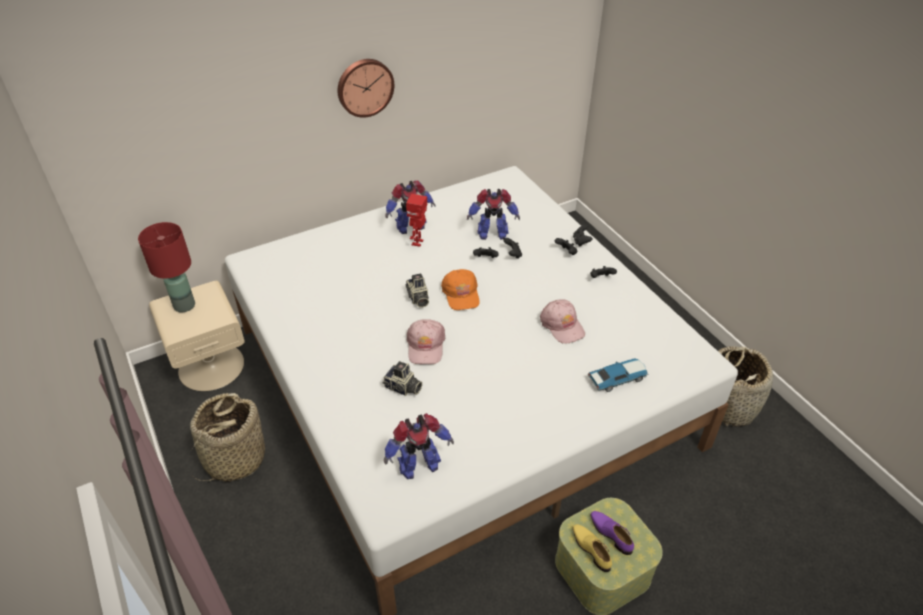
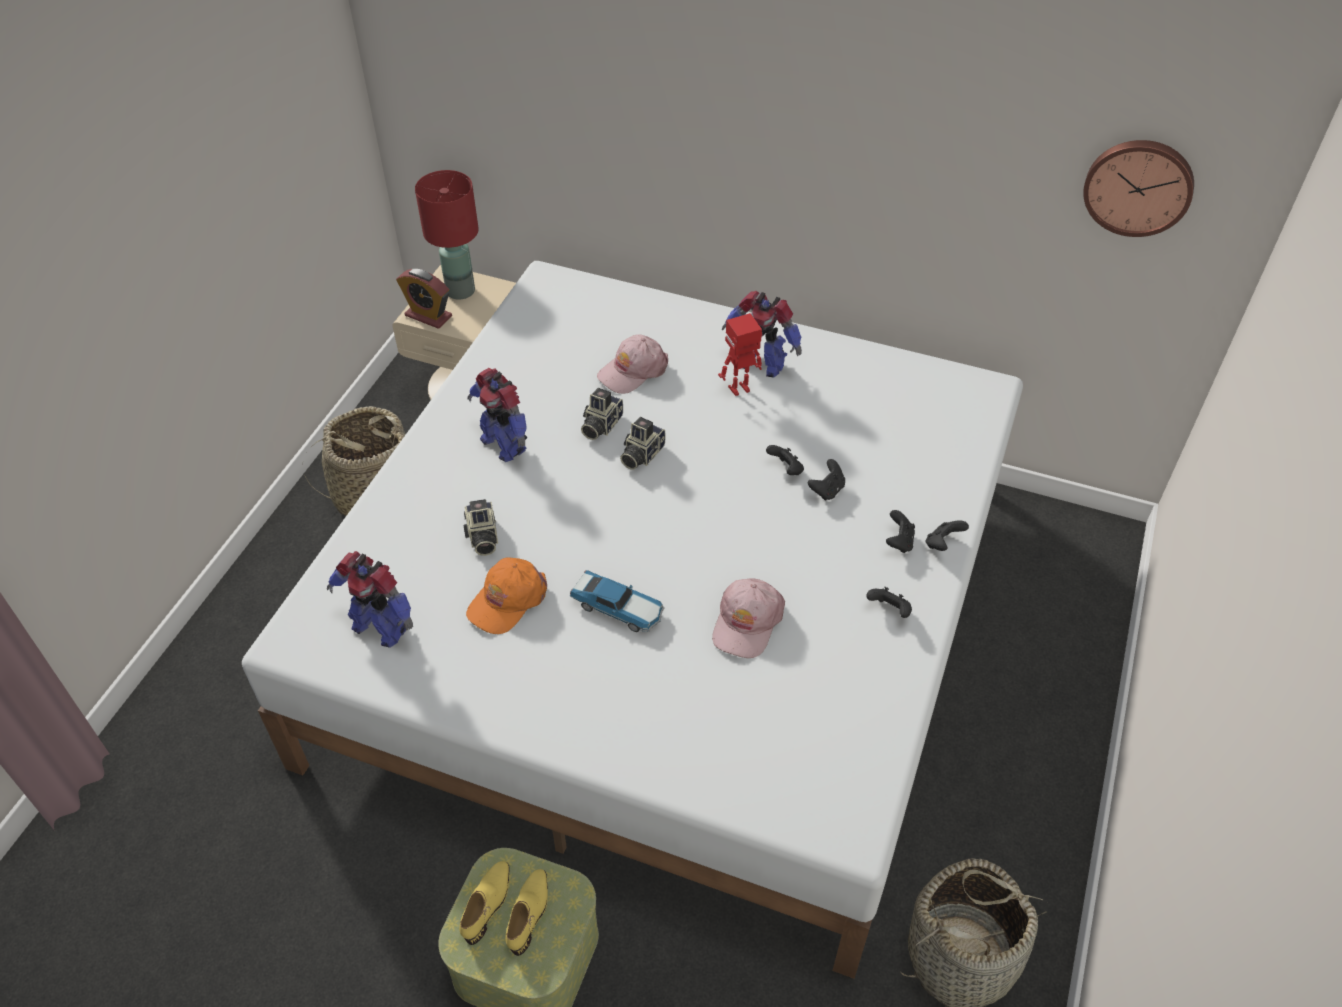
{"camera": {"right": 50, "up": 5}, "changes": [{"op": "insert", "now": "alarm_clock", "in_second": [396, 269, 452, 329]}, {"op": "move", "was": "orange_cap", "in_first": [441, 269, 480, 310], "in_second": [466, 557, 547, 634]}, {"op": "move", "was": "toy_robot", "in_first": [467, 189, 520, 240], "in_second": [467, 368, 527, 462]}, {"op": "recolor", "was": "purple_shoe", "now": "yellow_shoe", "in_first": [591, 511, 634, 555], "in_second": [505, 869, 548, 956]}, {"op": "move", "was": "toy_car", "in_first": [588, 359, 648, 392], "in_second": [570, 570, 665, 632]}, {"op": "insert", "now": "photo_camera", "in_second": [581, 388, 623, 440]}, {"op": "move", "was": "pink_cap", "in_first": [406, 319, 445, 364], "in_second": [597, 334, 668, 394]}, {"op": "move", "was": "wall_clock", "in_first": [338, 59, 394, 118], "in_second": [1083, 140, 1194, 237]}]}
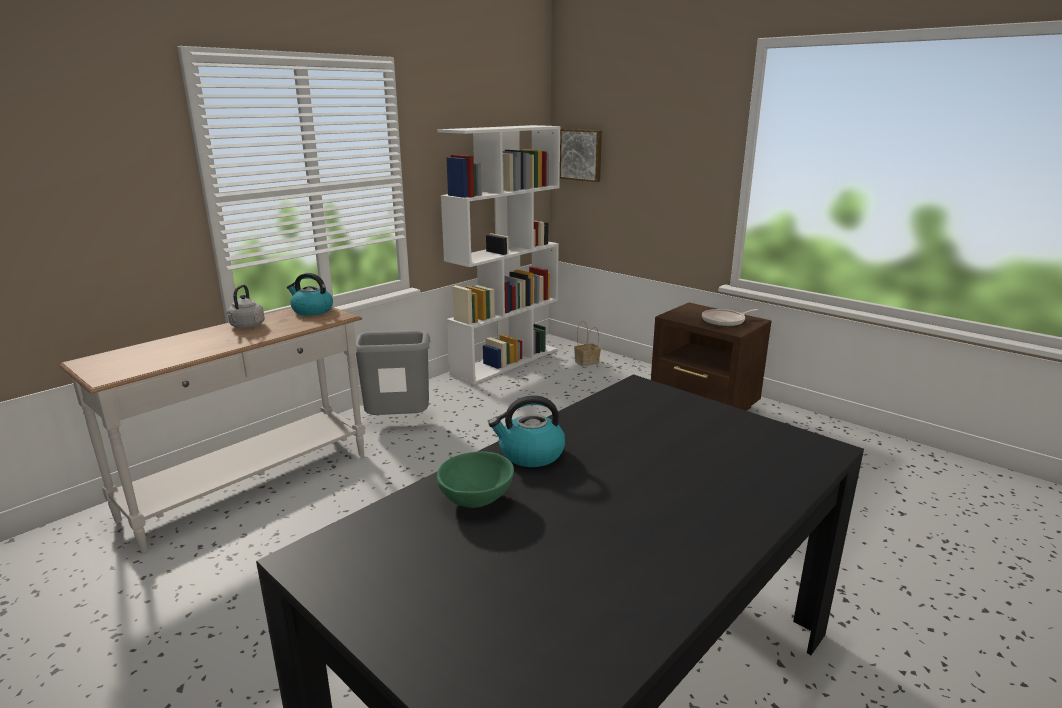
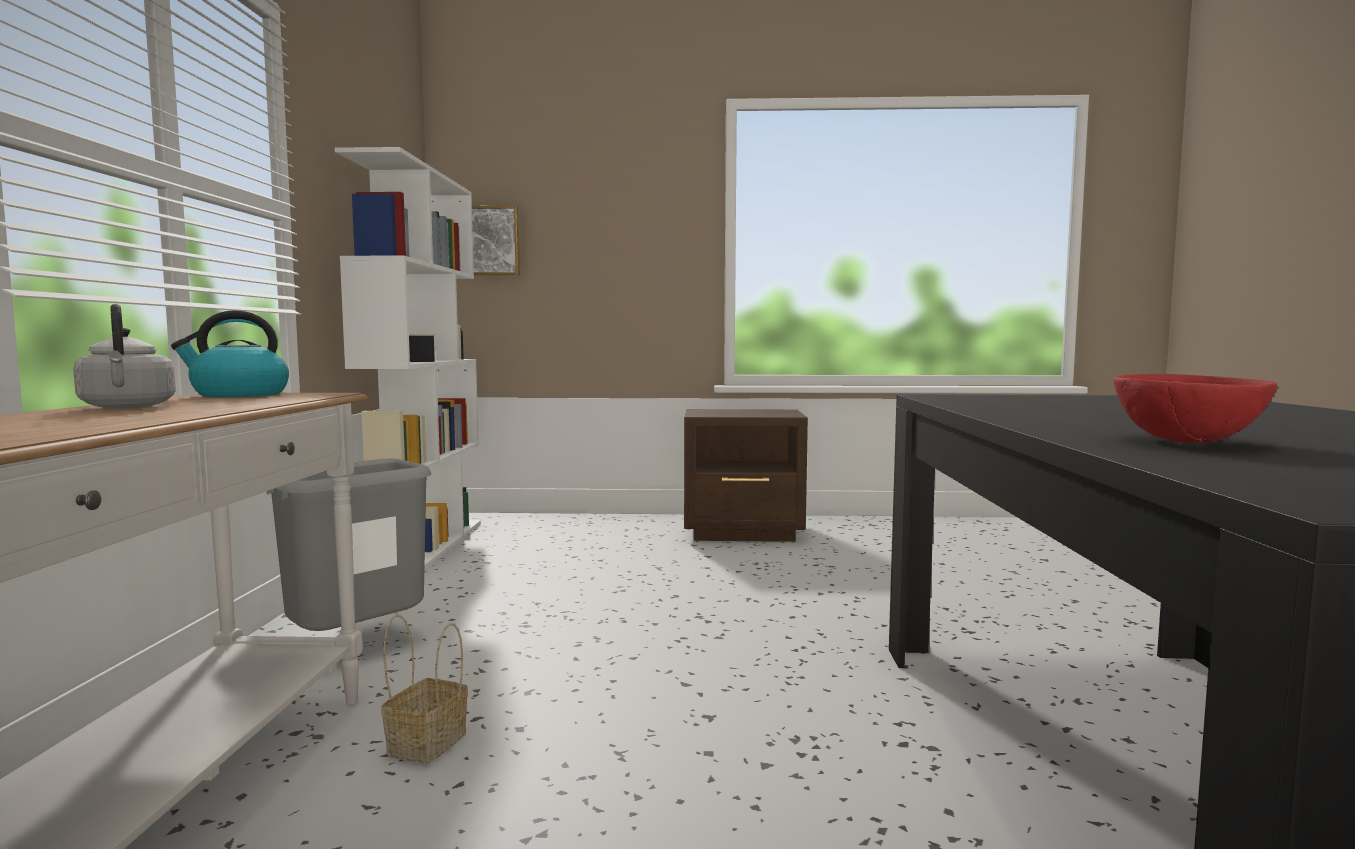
{"camera": {"right": -40, "up": -15}, "changes": [{"op": "move", "was": "basket", "in_first": [574, 321, 601, 367], "in_second": [382, 614, 468, 764]}, {"op": "recolor", "was": "green_bowl", "now": "red_bowl", "in_first": [437, 451, 514, 508], "in_second": [1113, 374, 1277, 443]}, {"op": "delete", "was": "kettle", "in_first": [488, 396, 565, 467]}, {"op": "delete", "was": "frying_pan", "in_first": [702, 309, 759, 327]}]}
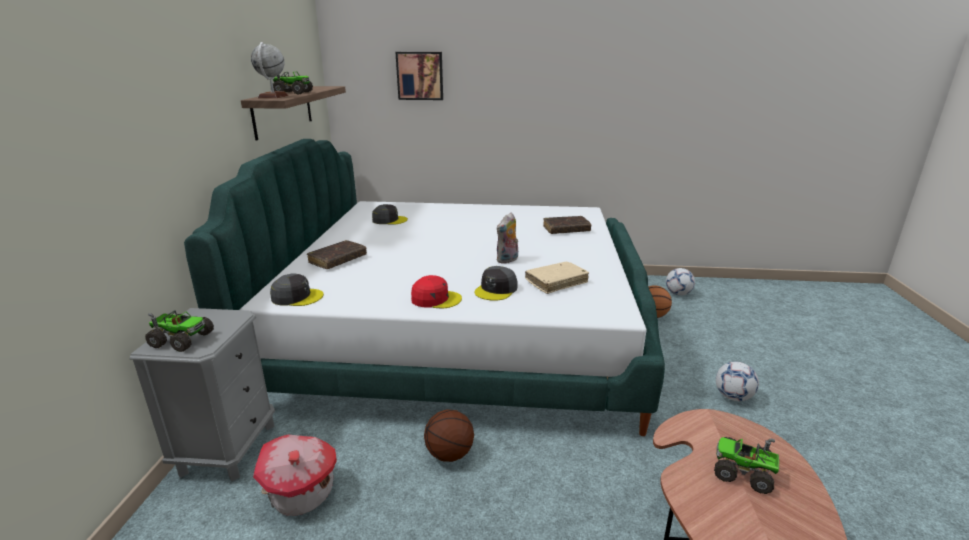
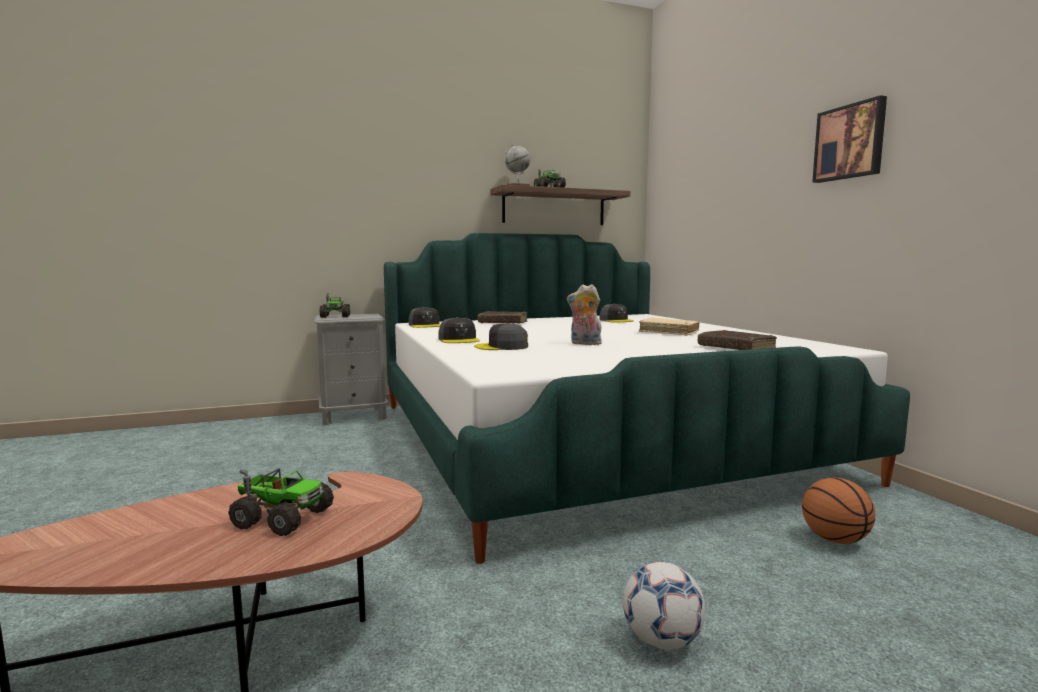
{"camera": {"right": 65, "up": -15}, "changes": [{"op": "rotate", "was": "toy_truck", "in_first": [714, 437, 779, 494], "in_second": [228, 468, 334, 536], "clockwise": 105}, {"op": "recolor", "was": "red_cap", "now": "grey_cap", "in_first": [411, 275, 462, 308], "in_second": [439, 317, 480, 343]}, {"op": "move", "was": "beige_book", "in_first": [525, 262, 589, 294], "in_second": [639, 317, 699, 336]}, {"op": "move", "was": "picture", "in_first": [395, 52, 443, 100], "in_second": [812, 95, 887, 183]}, {"op": "delete", "was": "toy_house", "in_first": [253, 434, 337, 516]}, {"op": "delete", "was": "basketball", "in_first": [424, 409, 474, 462]}, {"op": "delete", "was": "football", "in_first": [666, 268, 695, 296]}]}
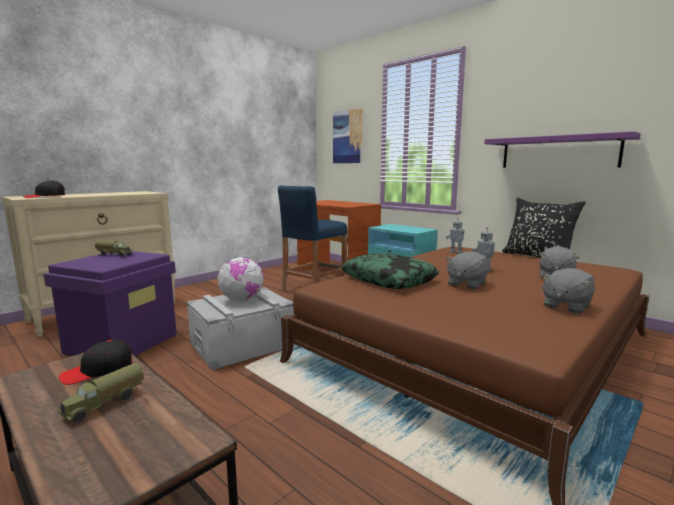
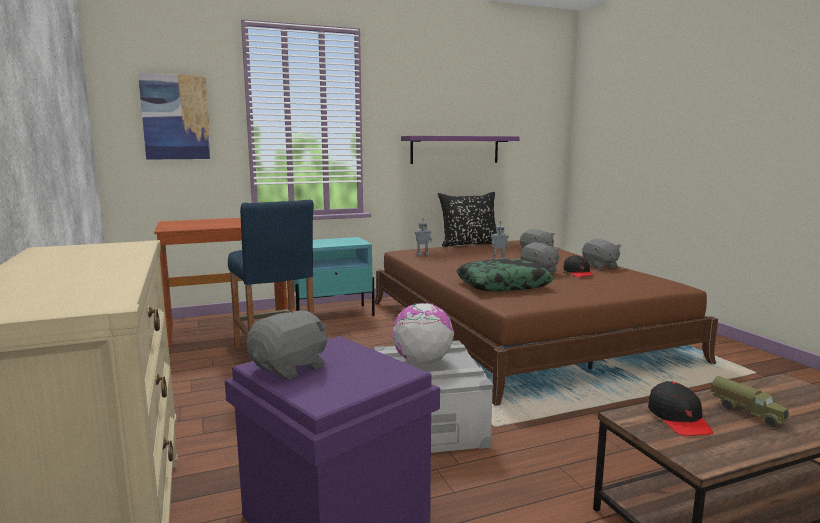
{"camera": {"right": -65, "up": 0}, "changes": [{"op": "replace", "was": "toy_truck", "now": "grey_plush_toy", "in_first": [95, 240, 133, 257], "in_second": [247, 311, 327, 380]}, {"op": "move", "was": "black_cap", "in_first": [23, 180, 65, 198], "in_second": [563, 255, 594, 277]}]}
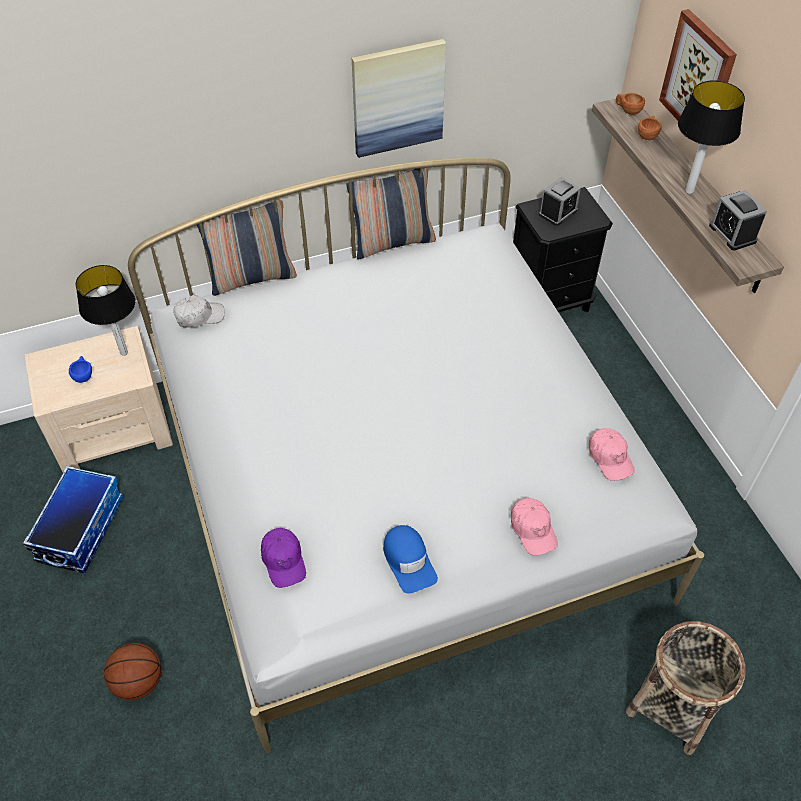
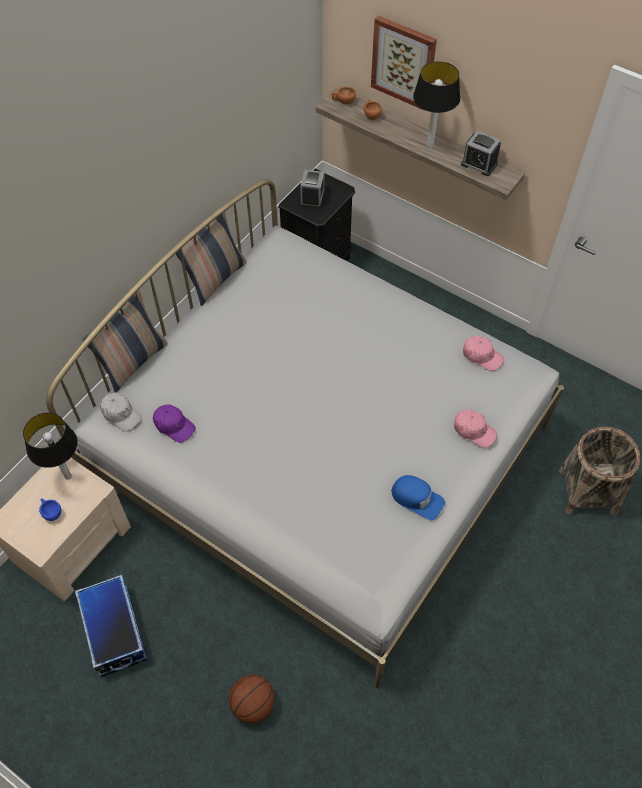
{"camera": {"right": -35, "up": 5}, "changes": [{"op": "rotate", "was": "white_cap", "in_first": [173, 295, 225, 328], "in_second": [100, 393, 142, 431], "clockwise": 90}, {"op": "move", "was": "purple_cap", "in_first": [261, 528, 306, 588], "in_second": [153, 405, 196, 443]}, {"op": "delete", "was": "picture", "in_first": [352, 39, 446, 158]}]}
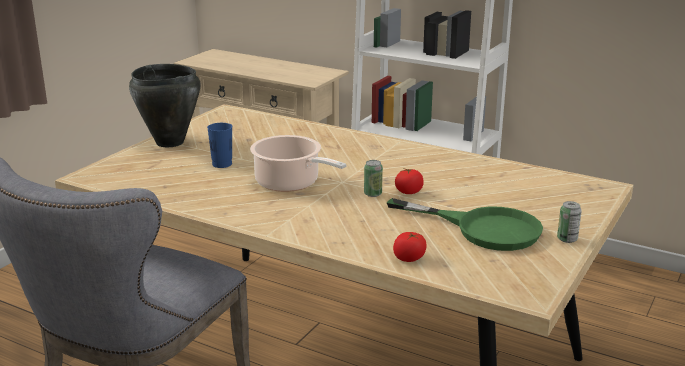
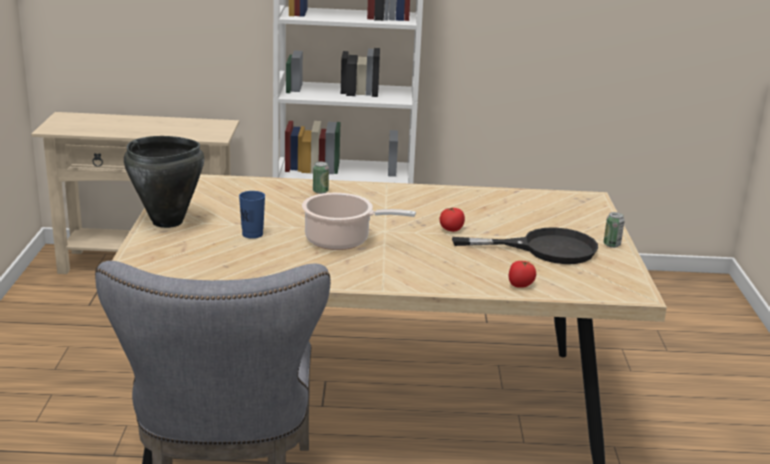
{"camera": {"right": -30, "up": 0}, "changes": [{"op": "move", "was": "can", "in_first": [364, 160, 383, 197], "in_second": [313, 161, 329, 194]}, {"op": "recolor", "was": "green_frying_pan", "now": "black_frying_pan", "in_first": [387, 198, 543, 251], "in_second": [452, 227, 598, 264]}]}
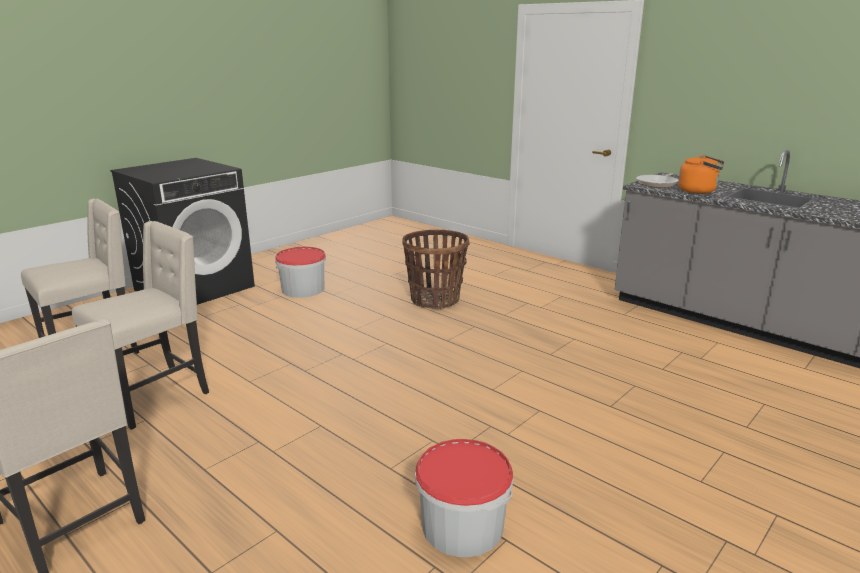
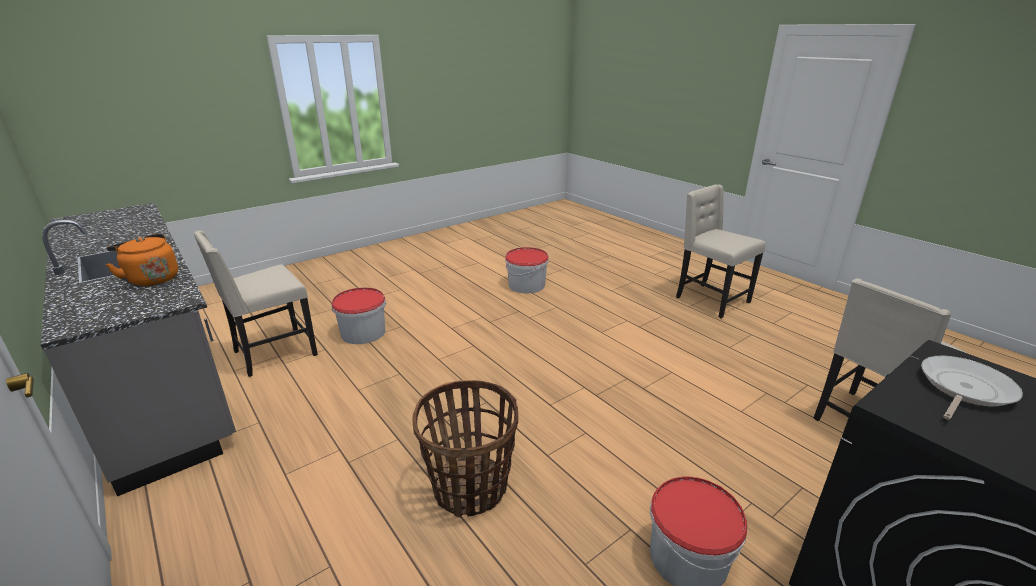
{"camera": {"right": -170, "up": 5}, "changes": [{"op": "move", "was": "beige_chair", "in_first": [72, 221, 209, 430], "in_second": [193, 230, 318, 377]}, {"op": "insert", "now": "bucket", "in_second": [331, 287, 386, 344]}, {"op": "move", "was": "frying_pan", "in_first": [636, 173, 678, 188], "in_second": [921, 356, 1023, 420]}]}
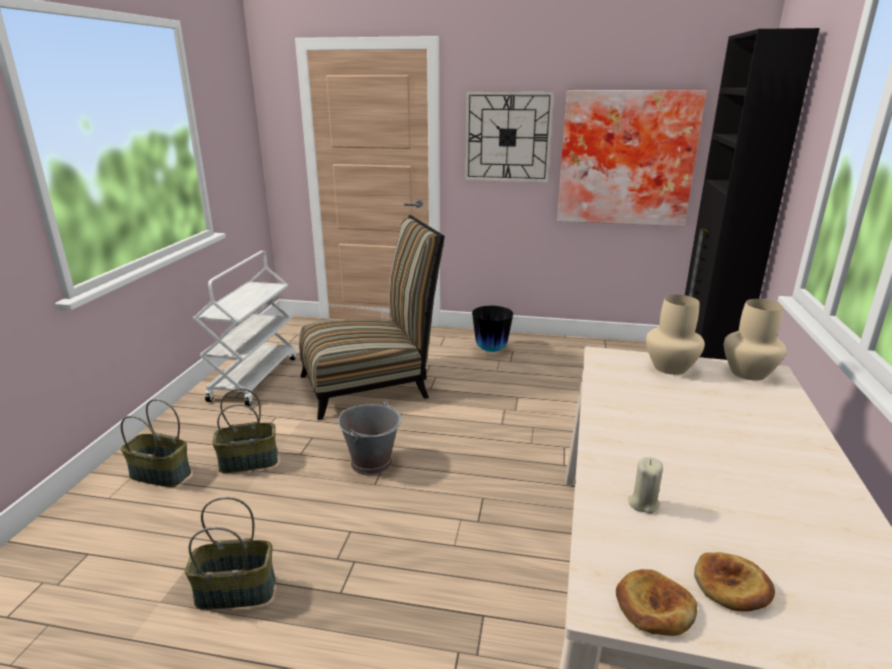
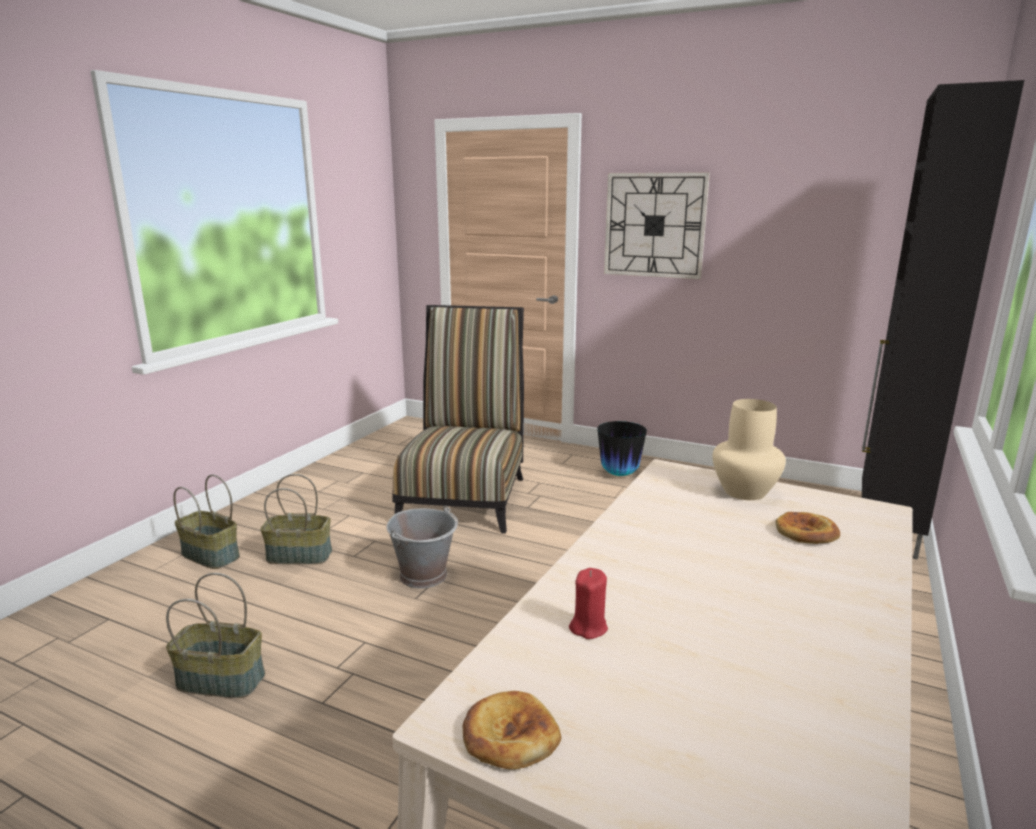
{"camera": {"right": 15, "up": -5}, "changes": [{"op": "rotate", "was": "chair", "in_first": [299, 215, 445, 420], "in_second": [392, 305, 524, 534], "clockwise": -75}, {"op": "recolor", "was": "beige_candle", "now": "red_candle", "in_first": [628, 457, 663, 513], "in_second": [569, 568, 608, 639]}, {"op": "move", "was": "bread", "in_first": [694, 552, 775, 612], "in_second": [775, 512, 840, 544]}, {"op": "delete", "was": "white_cart", "in_first": [193, 251, 296, 406]}, {"op": "delete", "was": "picture", "in_first": [557, 90, 706, 226]}, {"op": "delete", "was": "beige_vase", "in_first": [724, 299, 787, 381]}]}
